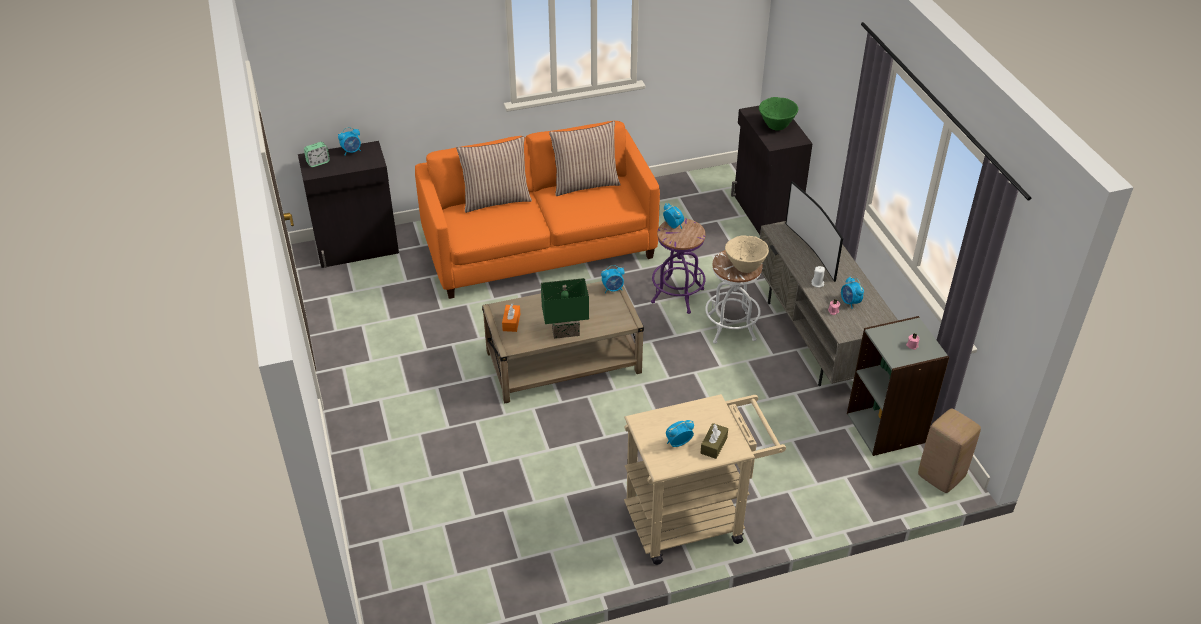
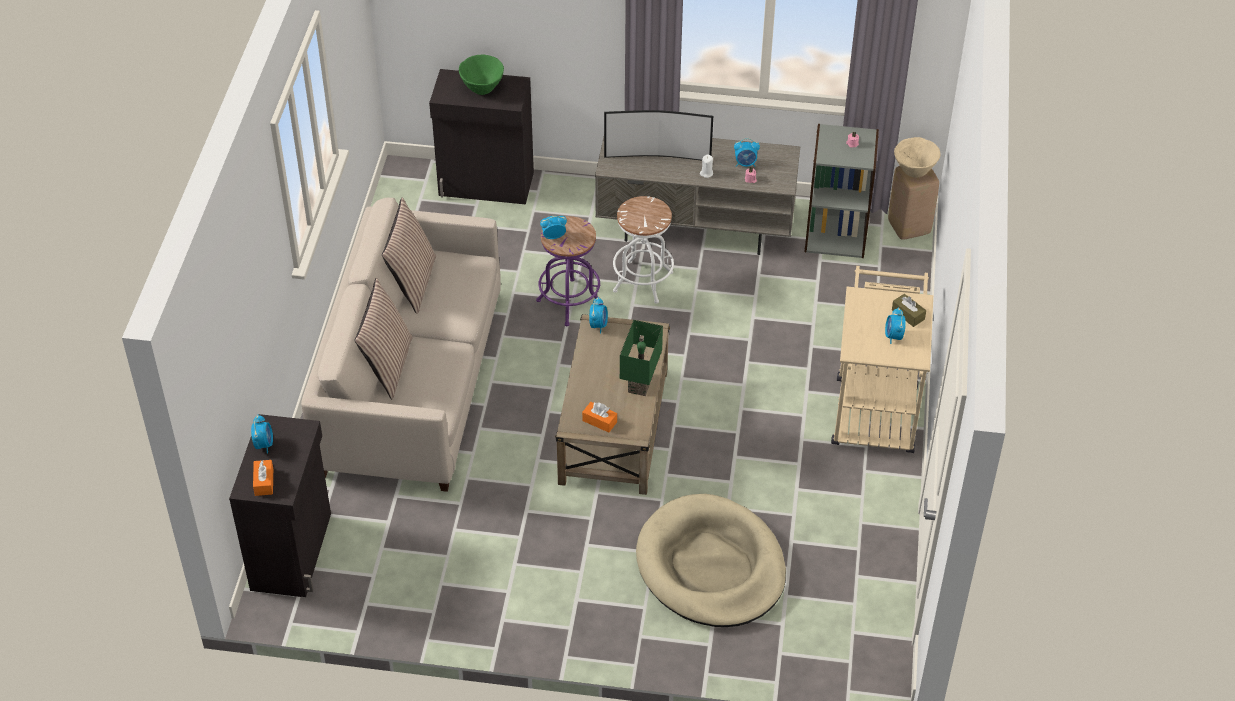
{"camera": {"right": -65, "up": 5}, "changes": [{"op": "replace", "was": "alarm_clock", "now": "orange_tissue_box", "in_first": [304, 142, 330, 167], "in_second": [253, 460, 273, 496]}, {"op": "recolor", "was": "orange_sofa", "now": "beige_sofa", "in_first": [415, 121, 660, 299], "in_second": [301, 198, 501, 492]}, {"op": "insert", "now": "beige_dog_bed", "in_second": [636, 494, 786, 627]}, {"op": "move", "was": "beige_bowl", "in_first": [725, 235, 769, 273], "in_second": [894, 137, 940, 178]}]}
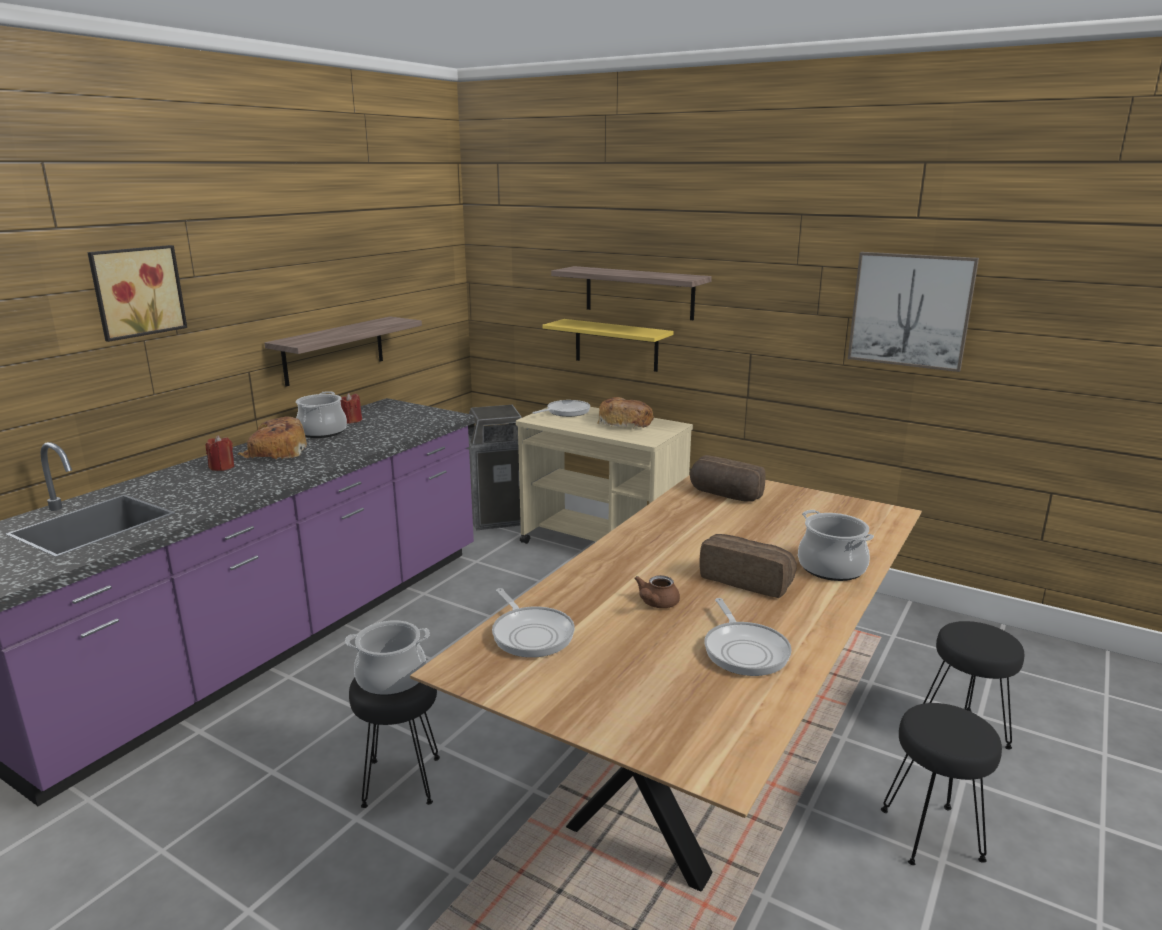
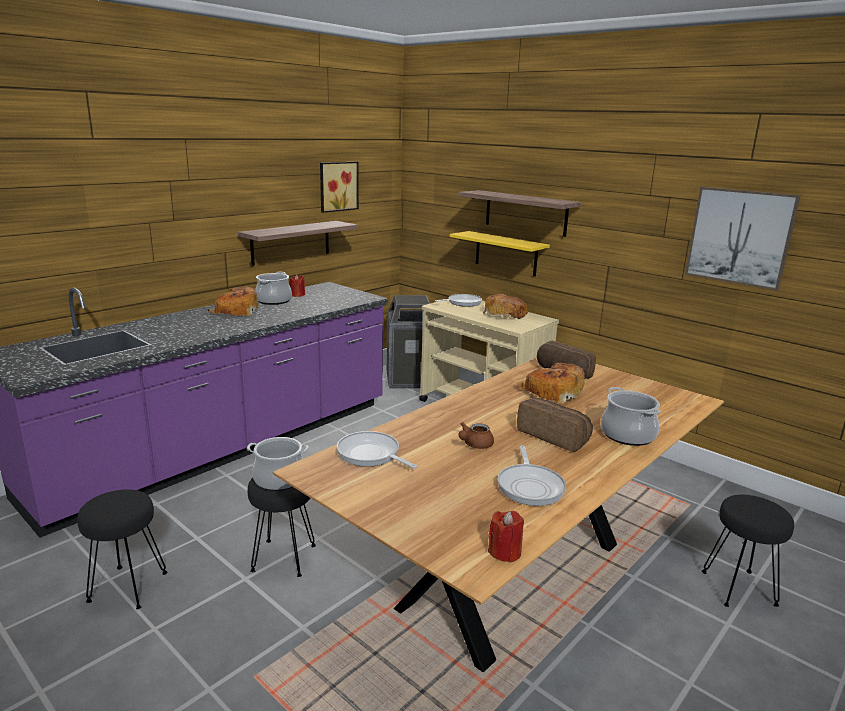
{"camera": {"right": 10, "up": 0}, "changes": [{"op": "move", "was": "black_stool", "in_first": [881, 703, 1002, 865], "in_second": [77, 489, 168, 609]}, {"op": "move", "was": "picture", "in_first": [87, 245, 187, 342], "in_second": [320, 162, 359, 213]}, {"op": "rotate", "was": "frying_pan", "in_first": [492, 588, 575, 658], "in_second": [337, 431, 417, 469], "clockwise": 150}, {"op": "move", "was": "red_candle", "in_first": [205, 435, 234, 471], "in_second": [488, 511, 524, 563]}, {"op": "insert", "now": "bread", "in_second": [518, 363, 585, 404]}]}
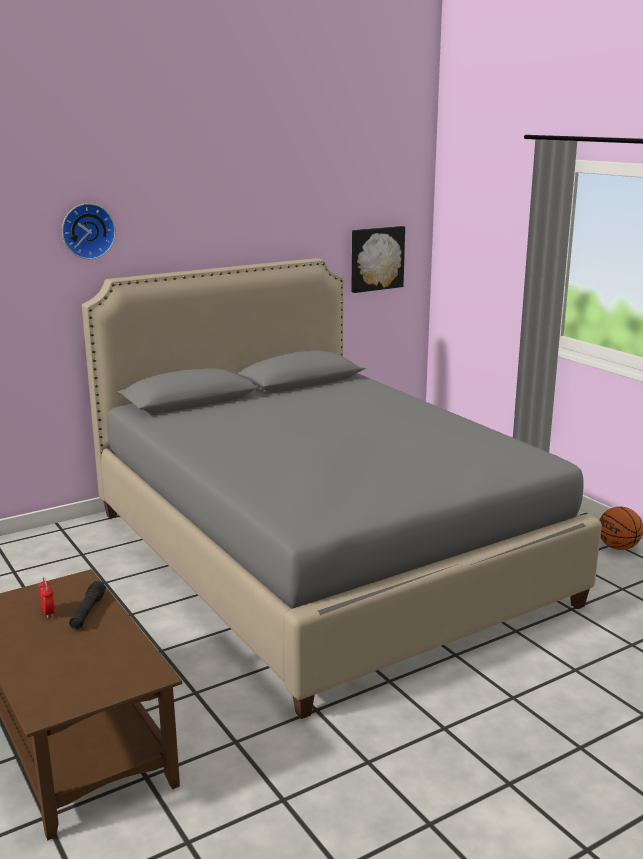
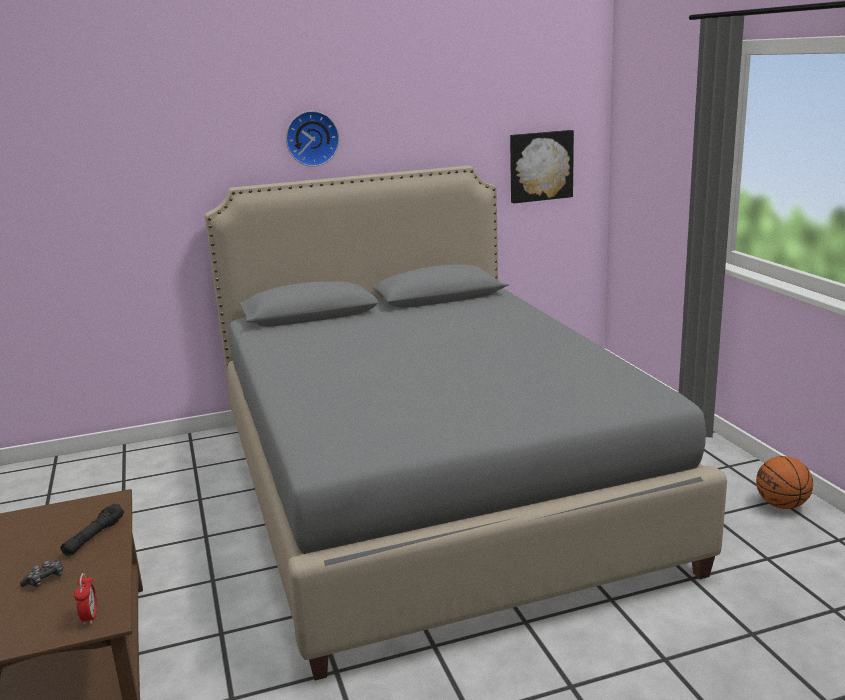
{"camera": {"right": 15, "up": 0}, "changes": [{"op": "insert", "now": "game_controller", "in_second": [20, 560, 63, 588]}, {"op": "move", "was": "alarm_clock", "in_first": [38, 577, 55, 618], "in_second": [74, 573, 97, 626]}, {"op": "move", "was": "wall_clock", "in_first": [62, 203, 116, 259], "in_second": [286, 111, 339, 167]}]}
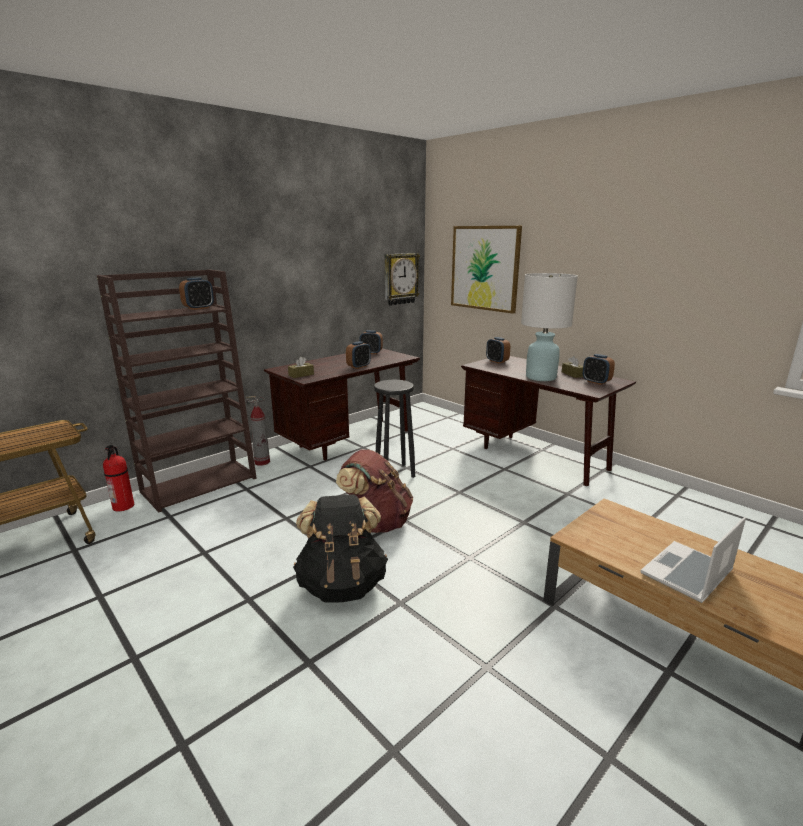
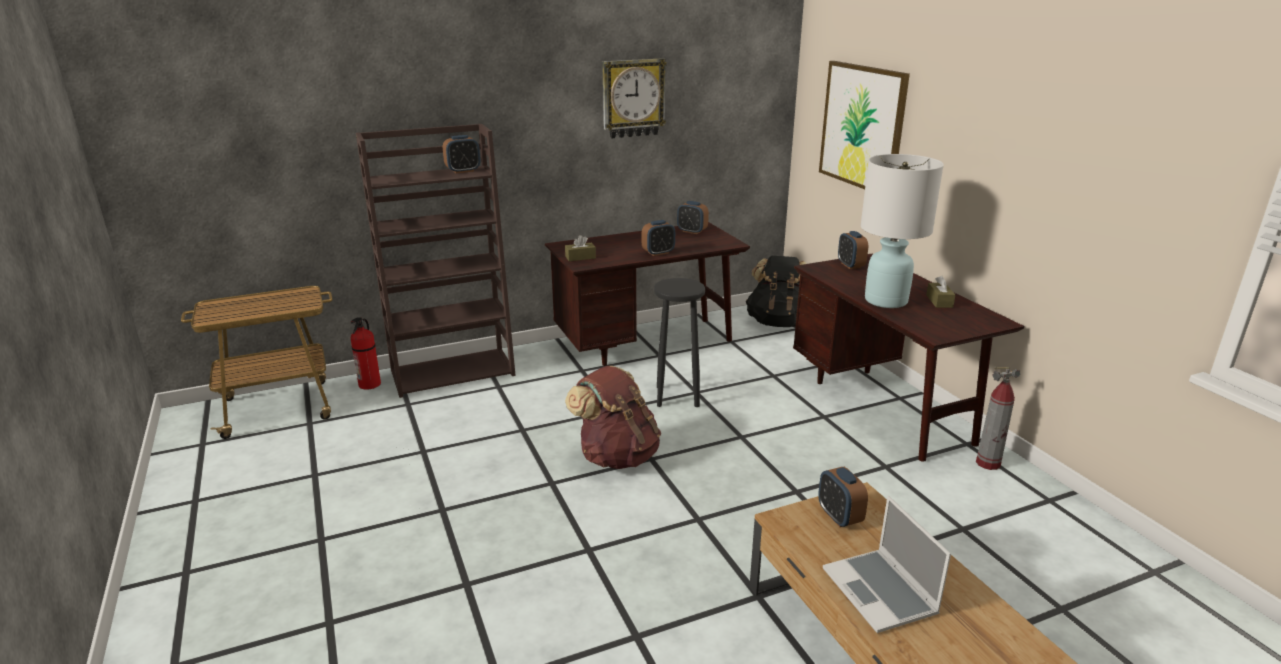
{"camera": {"right": 20, "up": 5}, "changes": [{"op": "move", "was": "wall_clock", "in_first": [385, 253, 420, 306], "in_second": [602, 58, 667, 138]}, {"op": "move", "was": "black_backpack", "in_first": [293, 494, 388, 603], "in_second": [746, 256, 806, 327]}, {"op": "move", "was": "alarm_clock", "in_first": [583, 354, 615, 385], "in_second": [818, 467, 868, 527]}, {"op": "rotate", "was": "laptop", "in_first": [640, 517, 746, 603], "in_second": [823, 496, 951, 633], "clockwise": -90}, {"op": "move", "was": "fire_extinguisher", "in_first": [246, 396, 270, 466], "in_second": [976, 367, 1021, 470]}]}
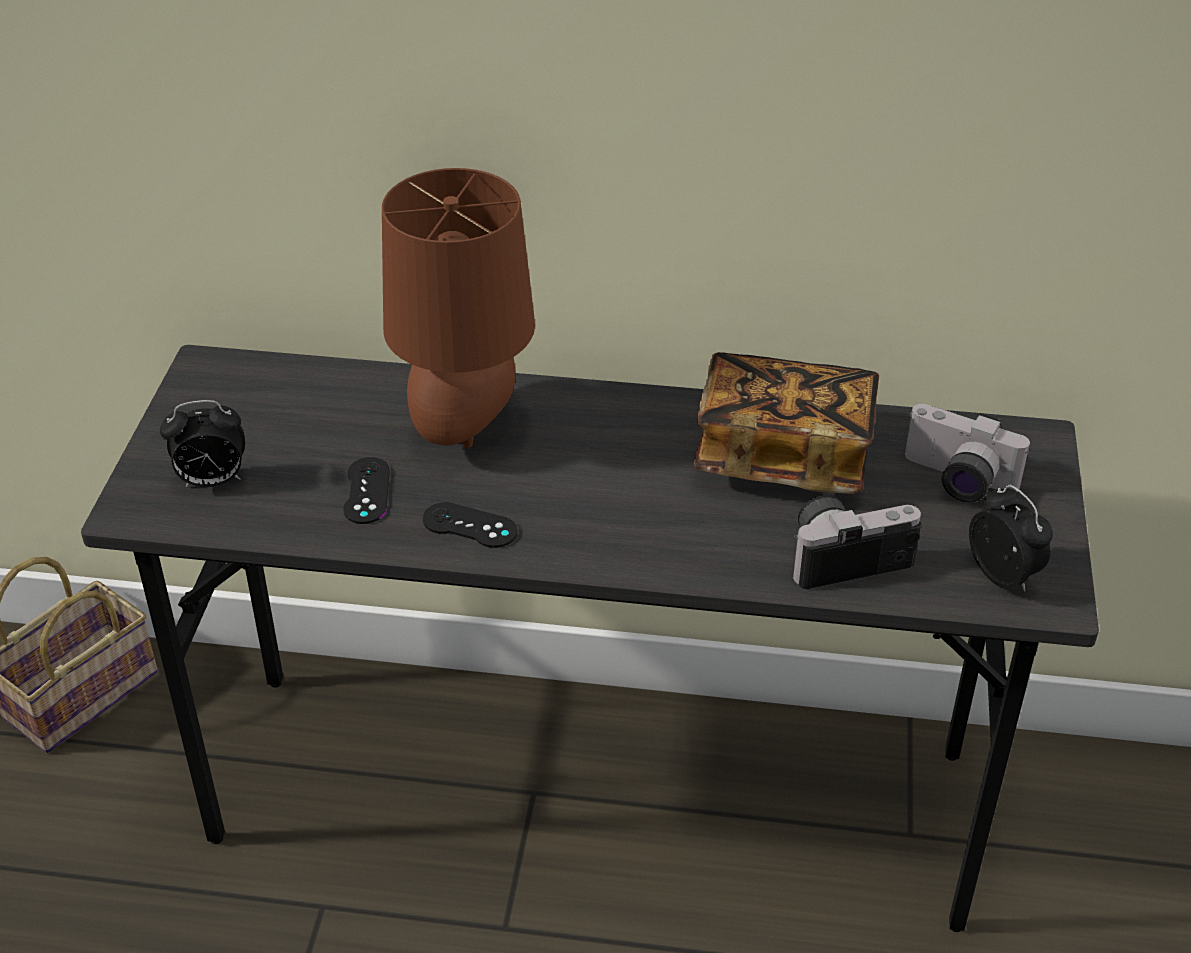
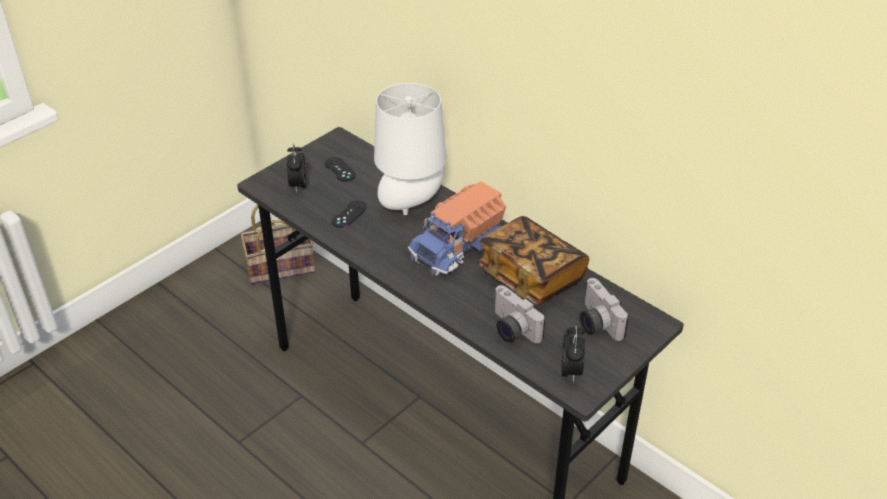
{"camera": {"right": 35, "up": 0}, "changes": [{"op": "rotate", "was": "alarm_clock", "in_first": [160, 400, 245, 487], "in_second": [287, 144, 306, 193], "clockwise": 60}, {"op": "move", "was": "black_game_controller", "in_first": [423, 502, 517, 548], "in_second": [325, 157, 356, 182]}, {"op": "recolor", "was": "brown_table_lamp", "now": "white_table_lamp", "in_first": [382, 168, 535, 448], "in_second": [374, 83, 446, 215]}, {"op": "insert", "now": "toy_truck", "in_second": [408, 181, 506, 276]}, {"op": "rotate", "was": "photo_camera", "in_first": [793, 495, 921, 589], "in_second": [495, 285, 545, 343], "clockwise": -150}]}
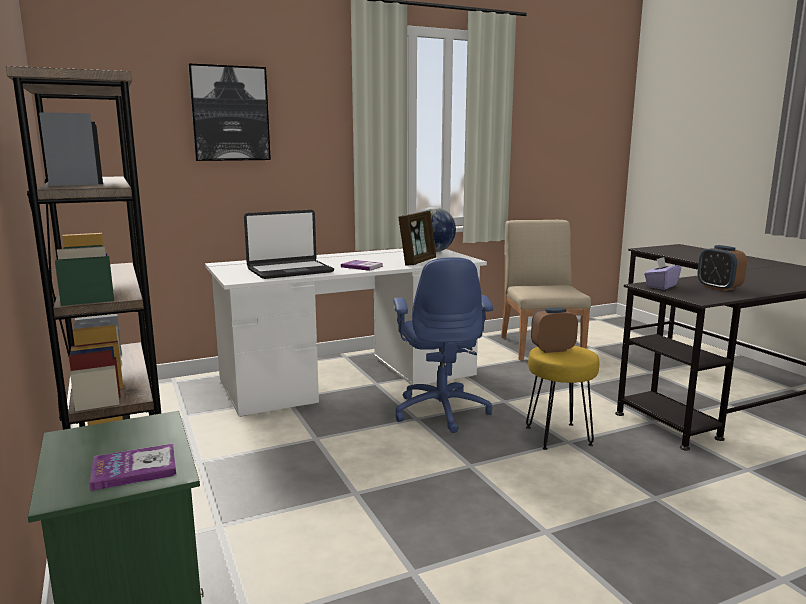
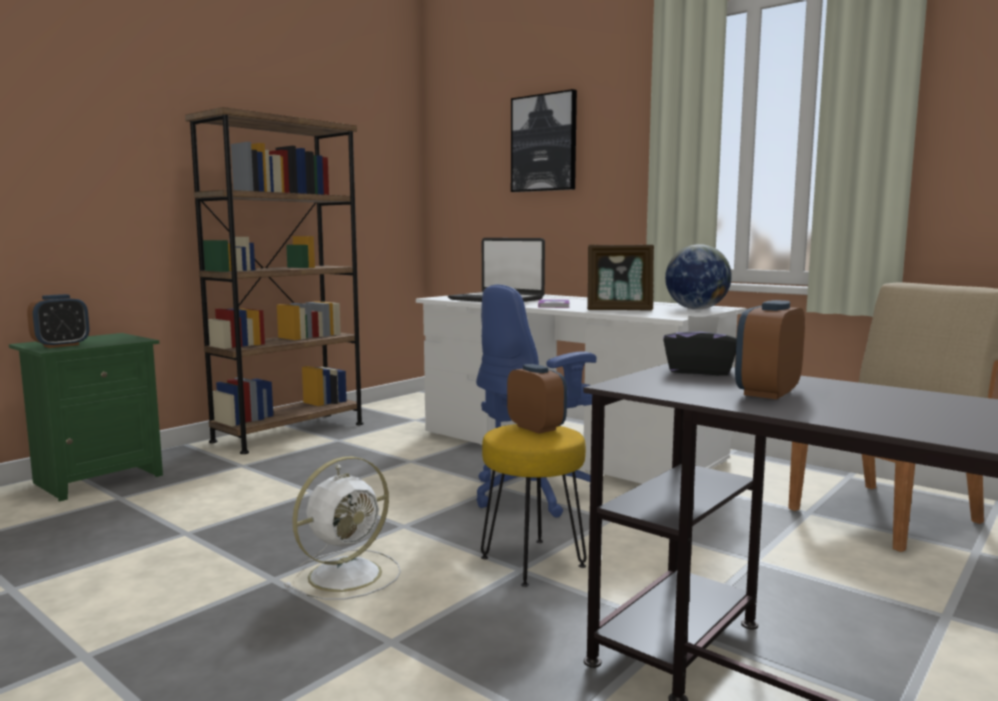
{"camera": {"right": 65, "up": -5}, "changes": [{"op": "replace", "was": "book", "now": "alarm_clock", "in_first": [90, 444, 176, 491], "in_second": [27, 294, 89, 348]}, {"op": "insert", "now": "white_fan", "in_second": [284, 456, 401, 600]}, {"op": "recolor", "was": "purple_tissue_box", "now": "black_tissue_box", "in_first": [644, 257, 681, 290], "in_second": [663, 316, 737, 375]}]}
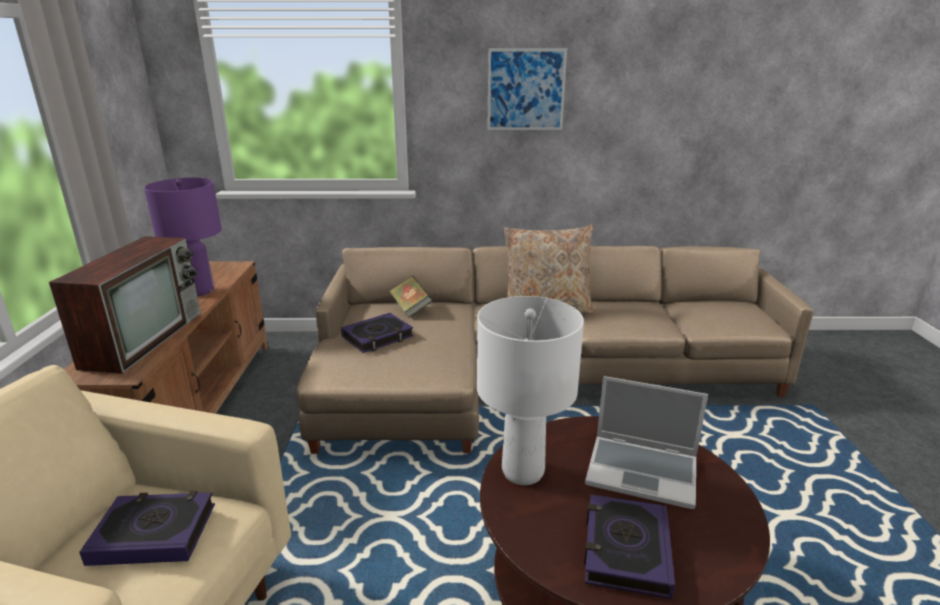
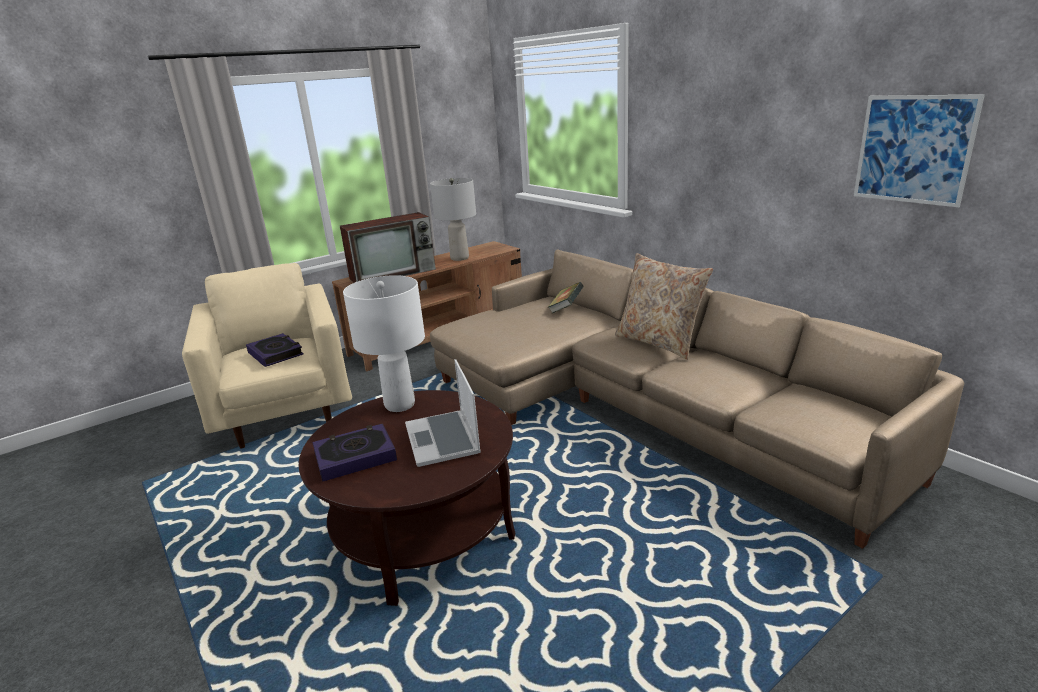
{"camera": {"right": 55, "up": 0}, "changes": [{"op": "recolor", "was": "purple_table_lamp", "now": "grey_table_lamp", "in_first": [144, 178, 222, 296], "in_second": [430, 178, 476, 261]}, {"op": "move", "was": "picture", "in_first": [487, 49, 567, 130], "in_second": [854, 94, 985, 207]}, {"op": "delete", "was": "book", "in_first": [341, 313, 414, 353]}]}
